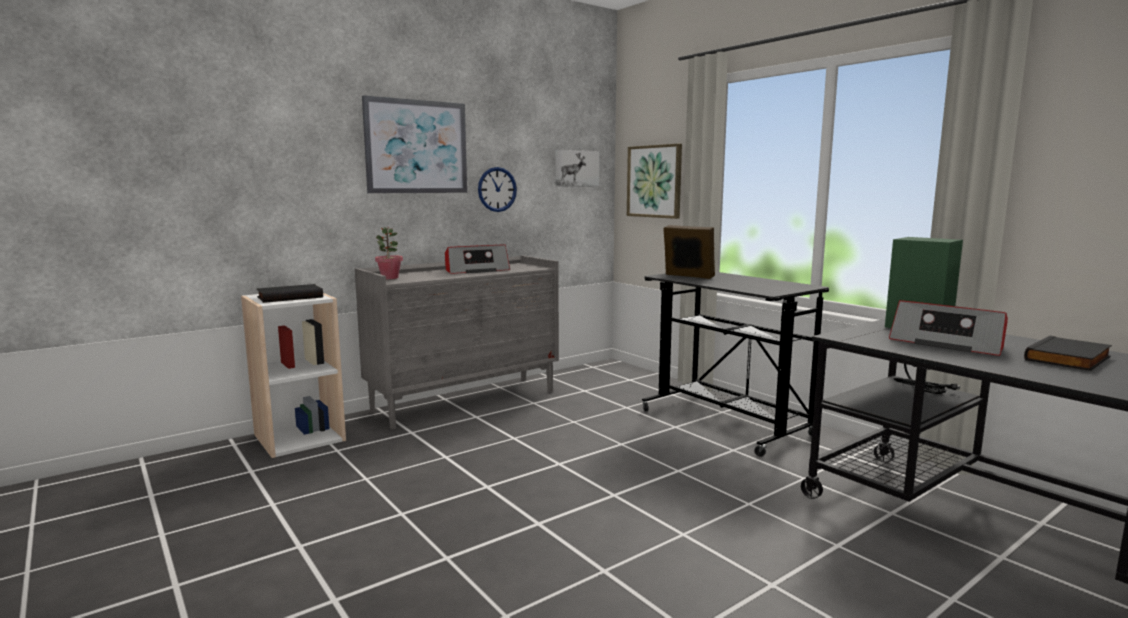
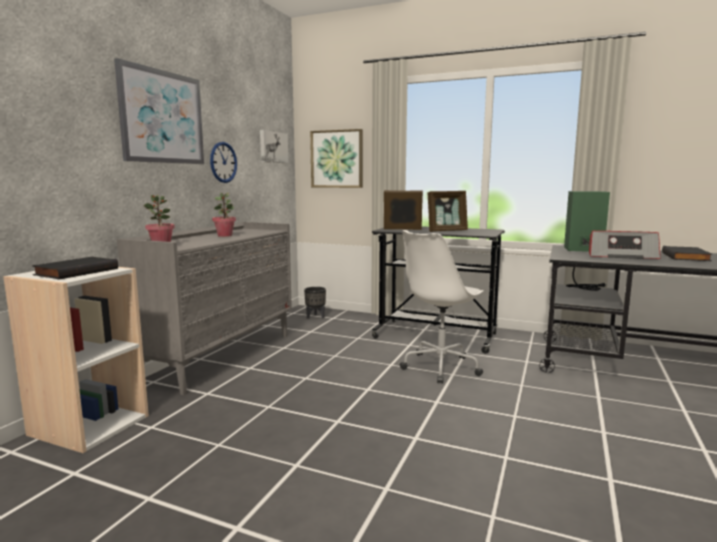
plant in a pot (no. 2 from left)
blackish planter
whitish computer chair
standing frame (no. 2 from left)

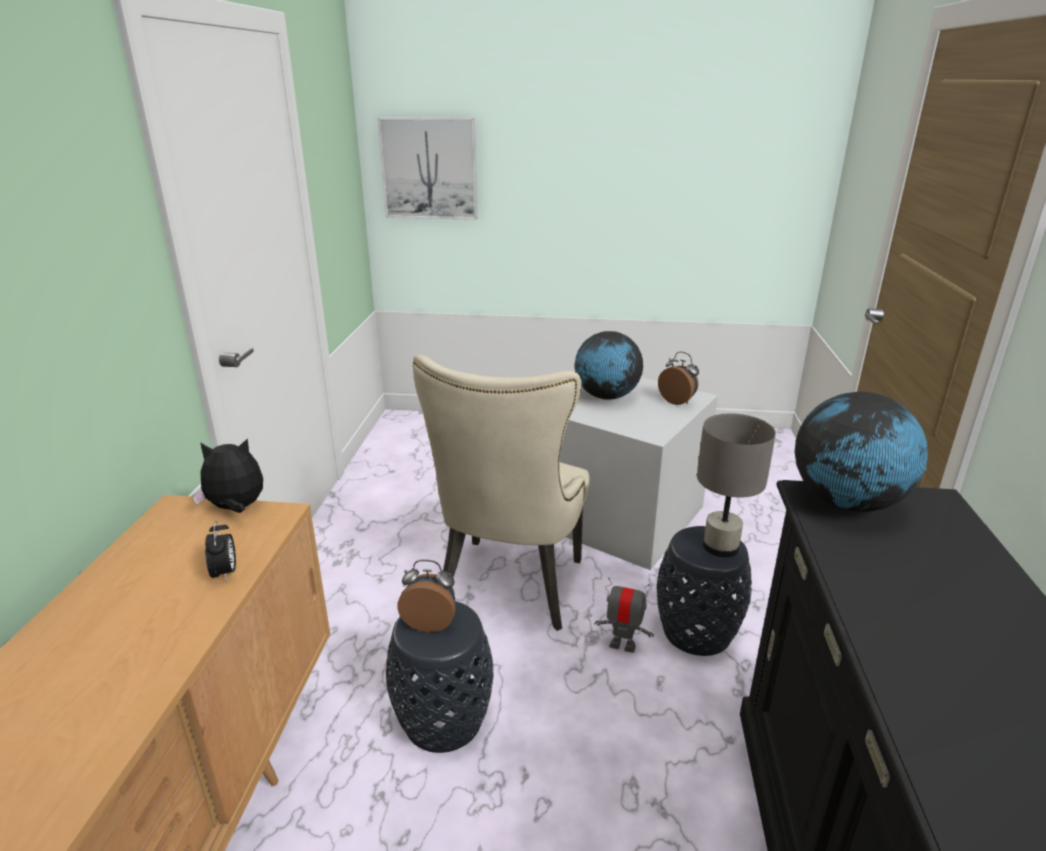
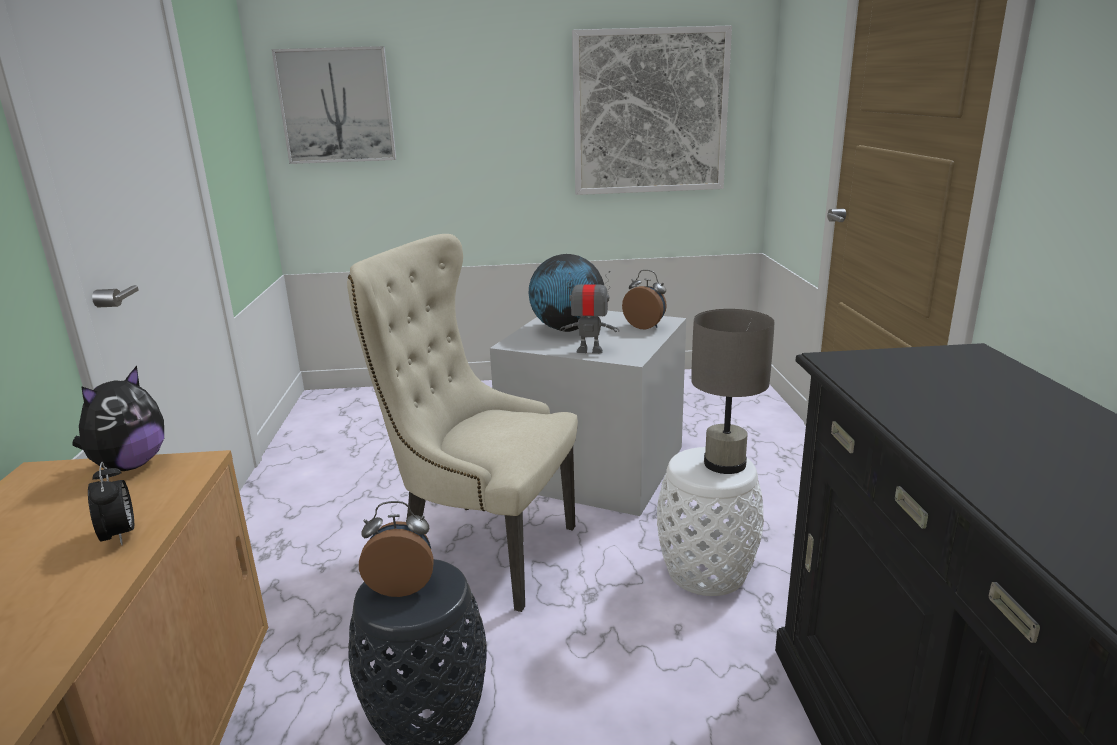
plush toy
beige chair
robot figure
wall picture (no. 2 from left)
whitish sitting stool
globe (no. 2 from left in the first image)

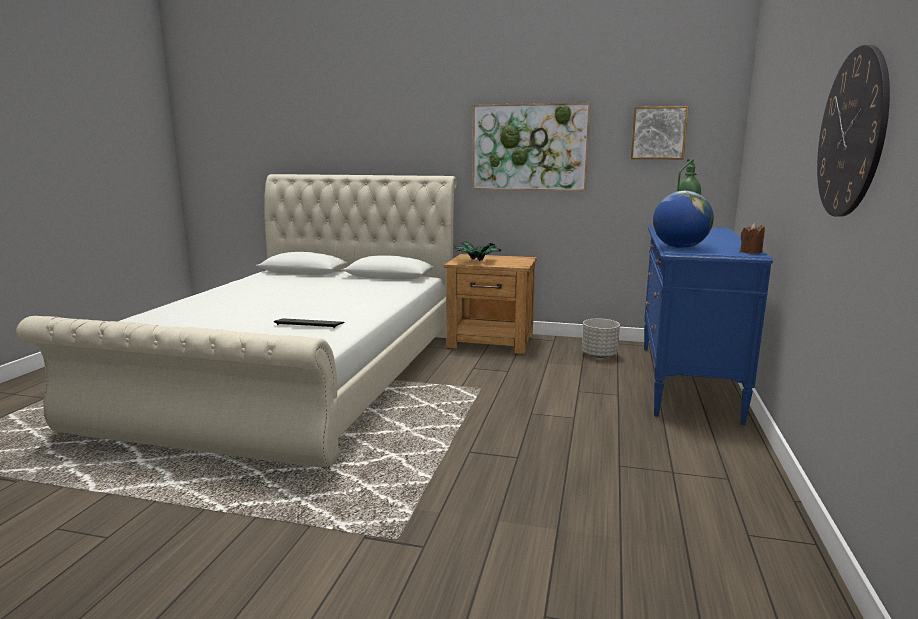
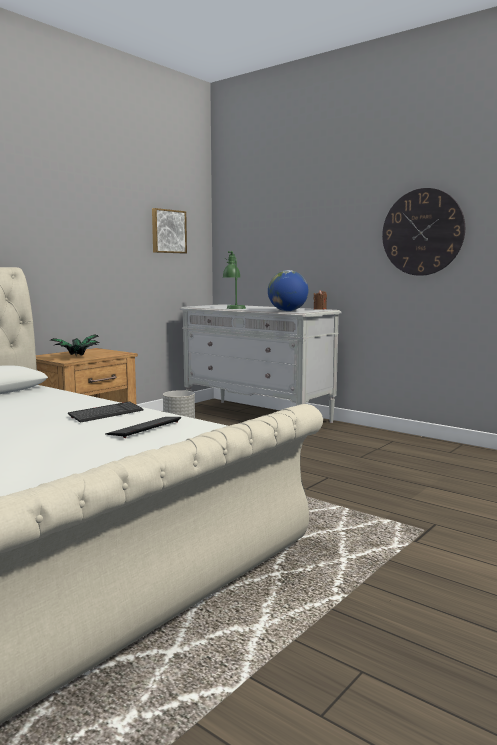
keyboard (no. 1 from left)
whitish chest of drawers
wall picture (no. 1 from left in the first image)

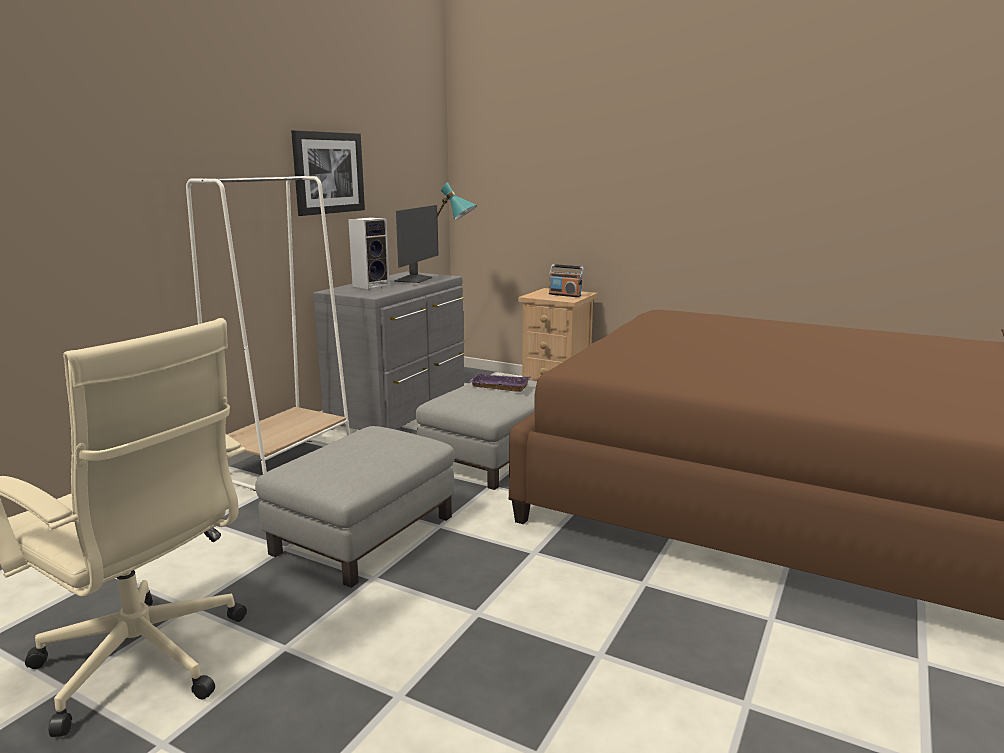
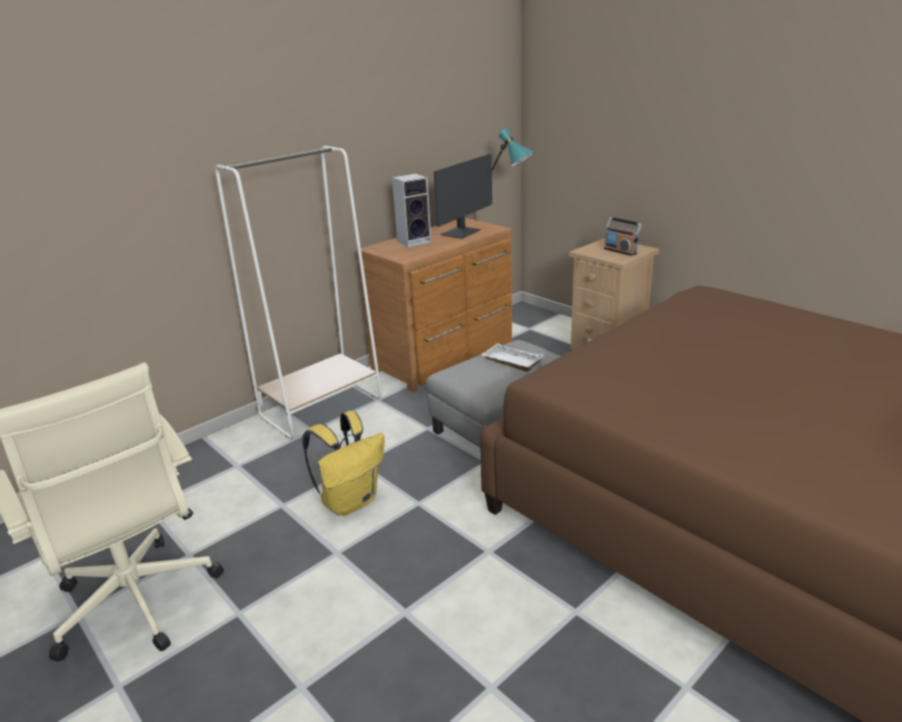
yellow-coloured rucksack
brown chest of drawers
whitish tray
wall picture

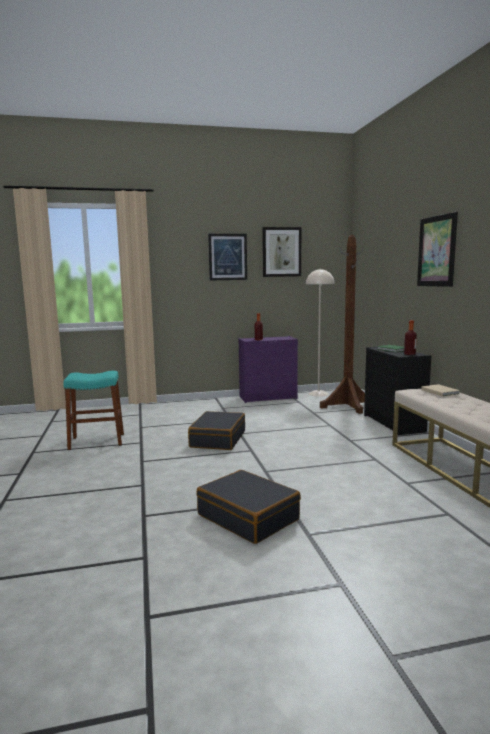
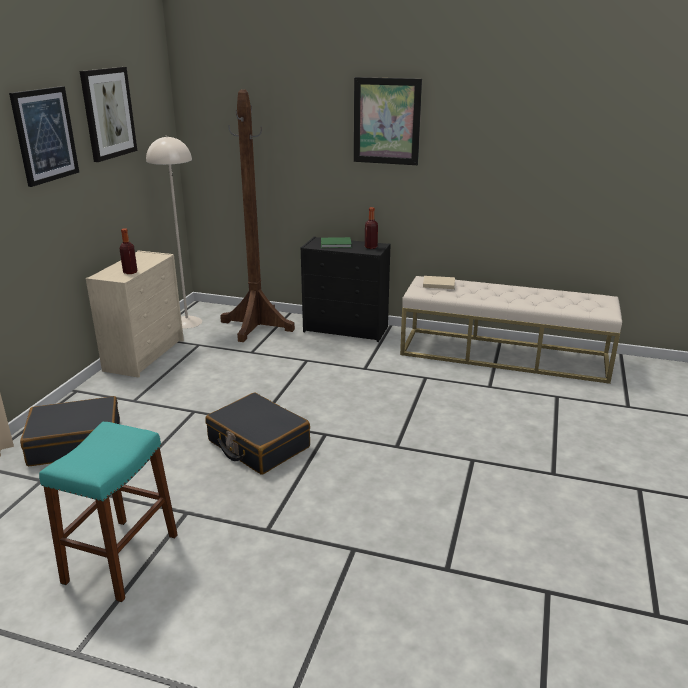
blackish travel case (no. 1 from left)
beige chest of drawers

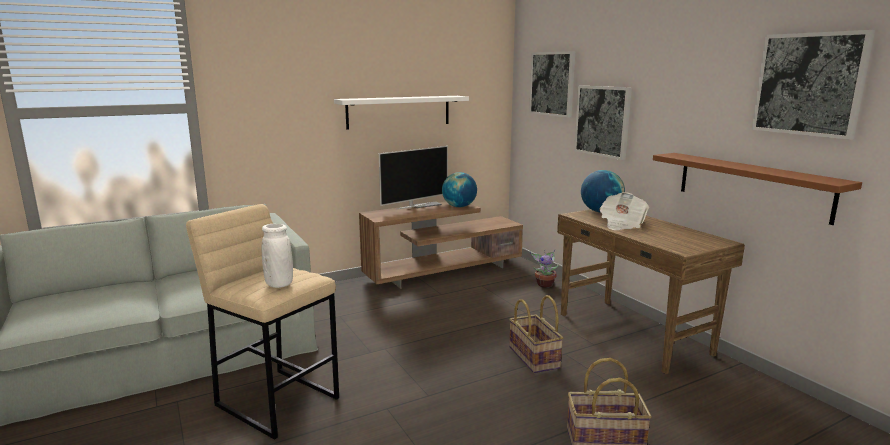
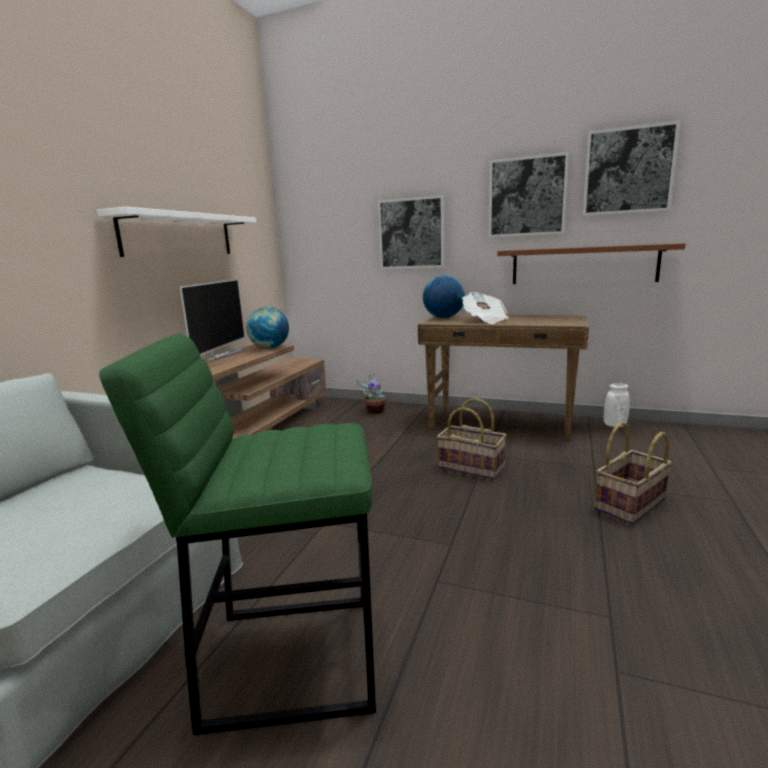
green-coloured sitting stool
wall picture (no. 2 from left)
whitish flower vase

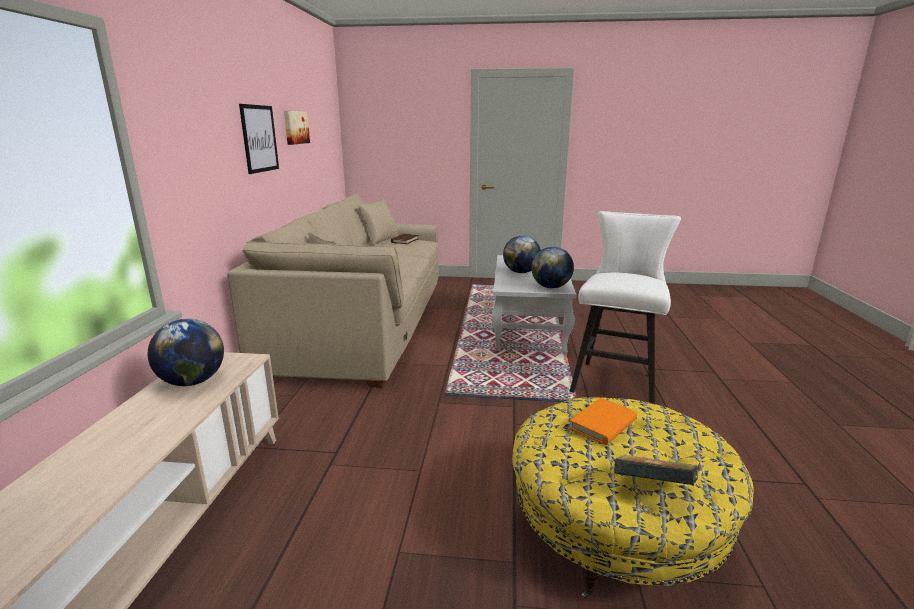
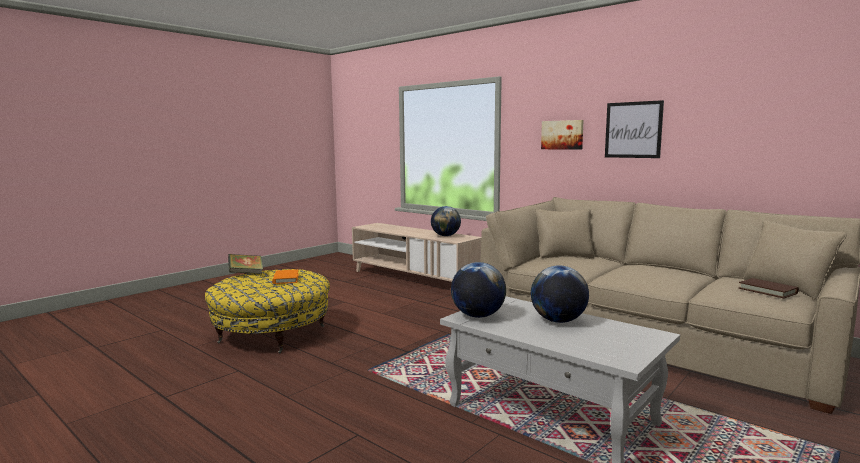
wall picture (no. 1 from left)
whitish sitting stool

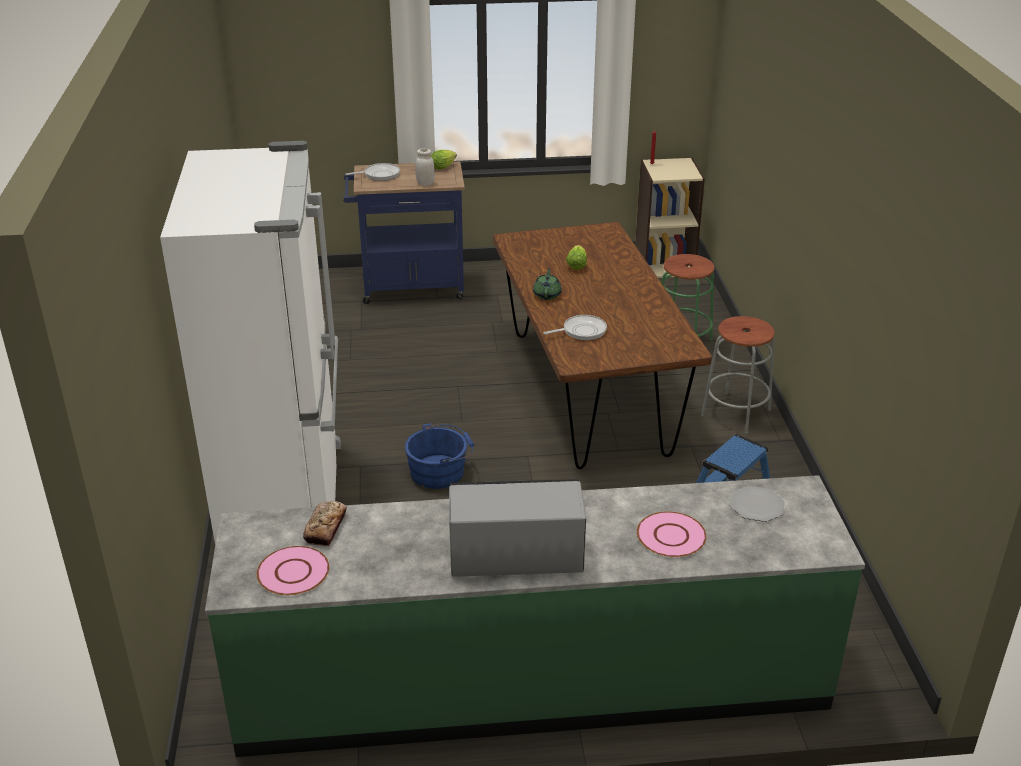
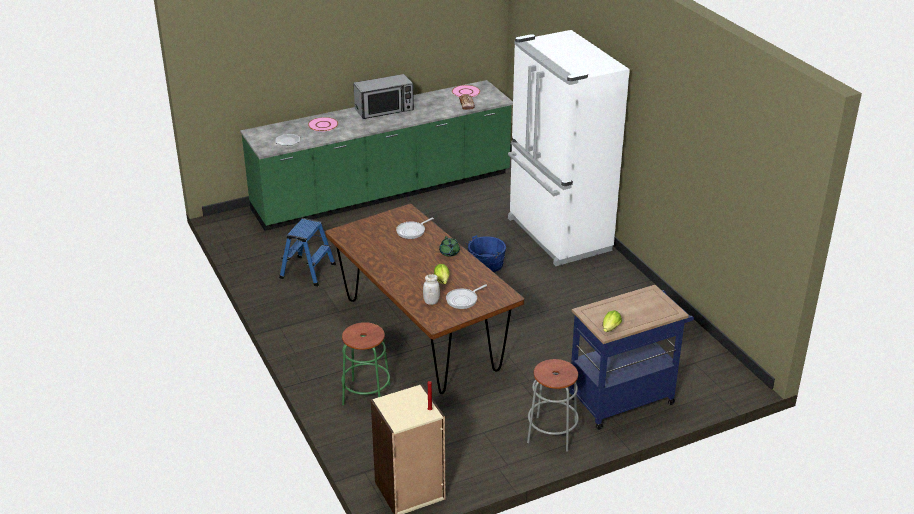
whitish preserve jar
skillet (no. 2 from left)
greyish sitting stool

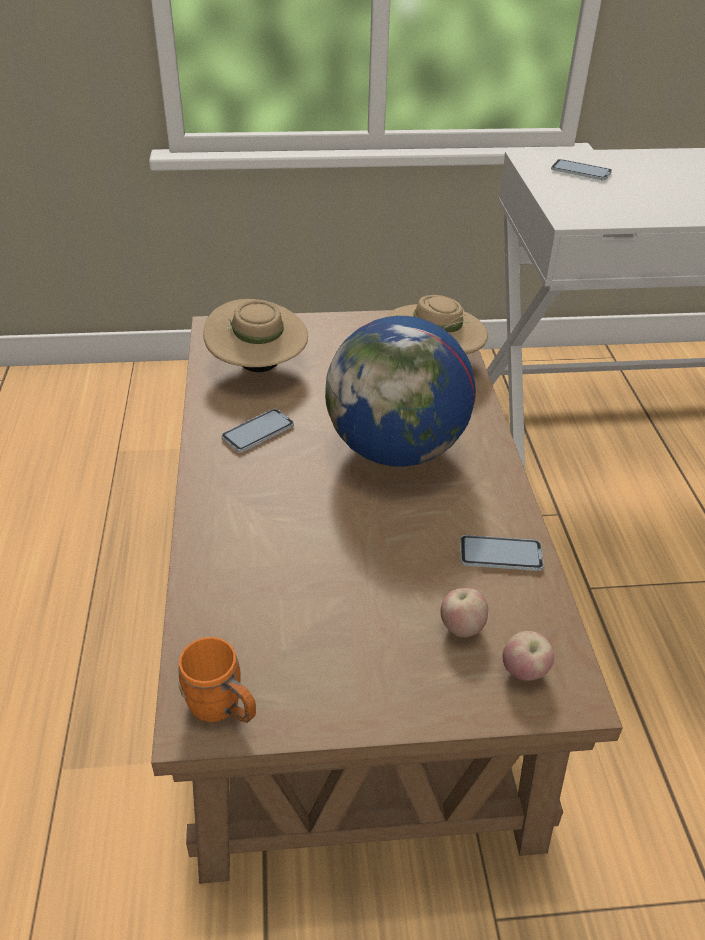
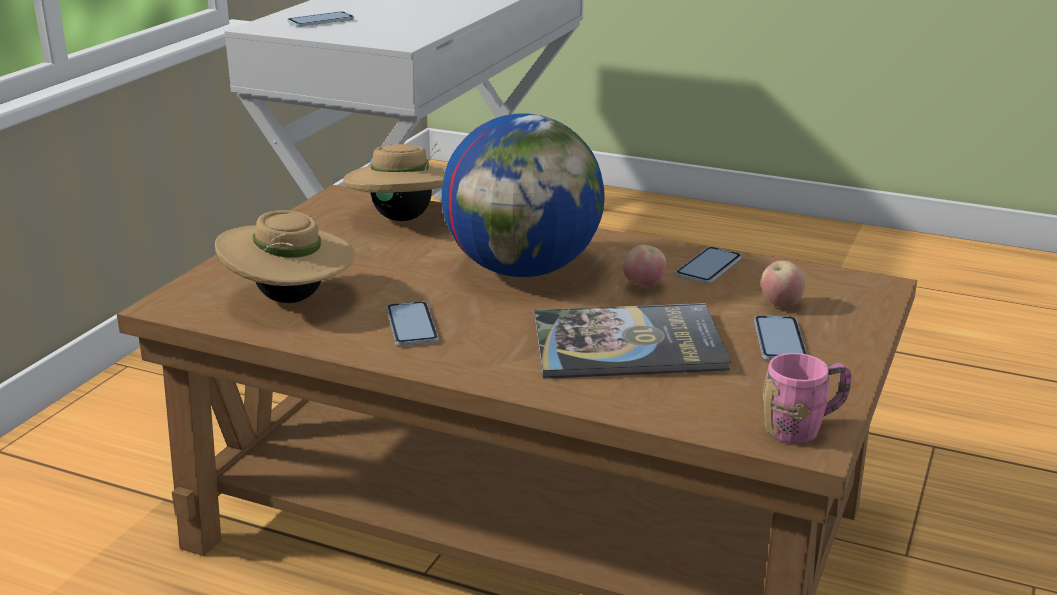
volume
apple fruit (no. 1 from left)
telephone (no. 4 from left)
pinkish tea mug

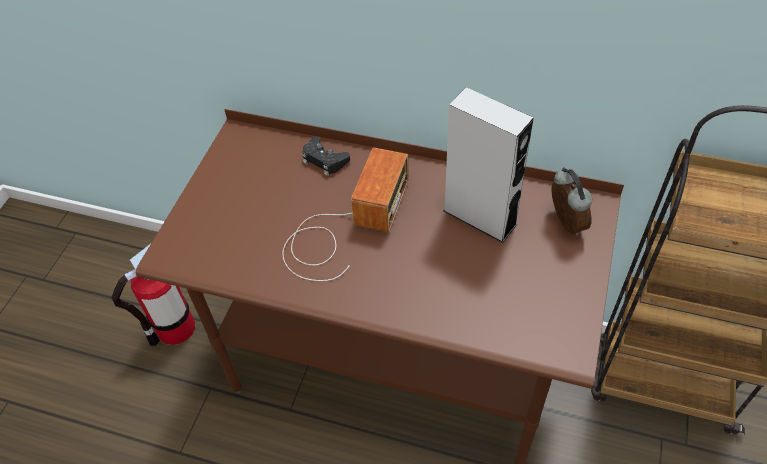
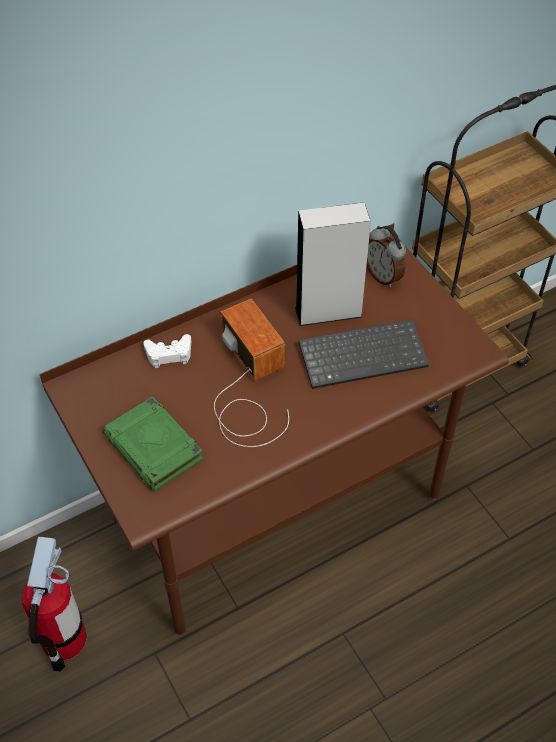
green-coloured volume
whitish joypad
keyboard
table clock

